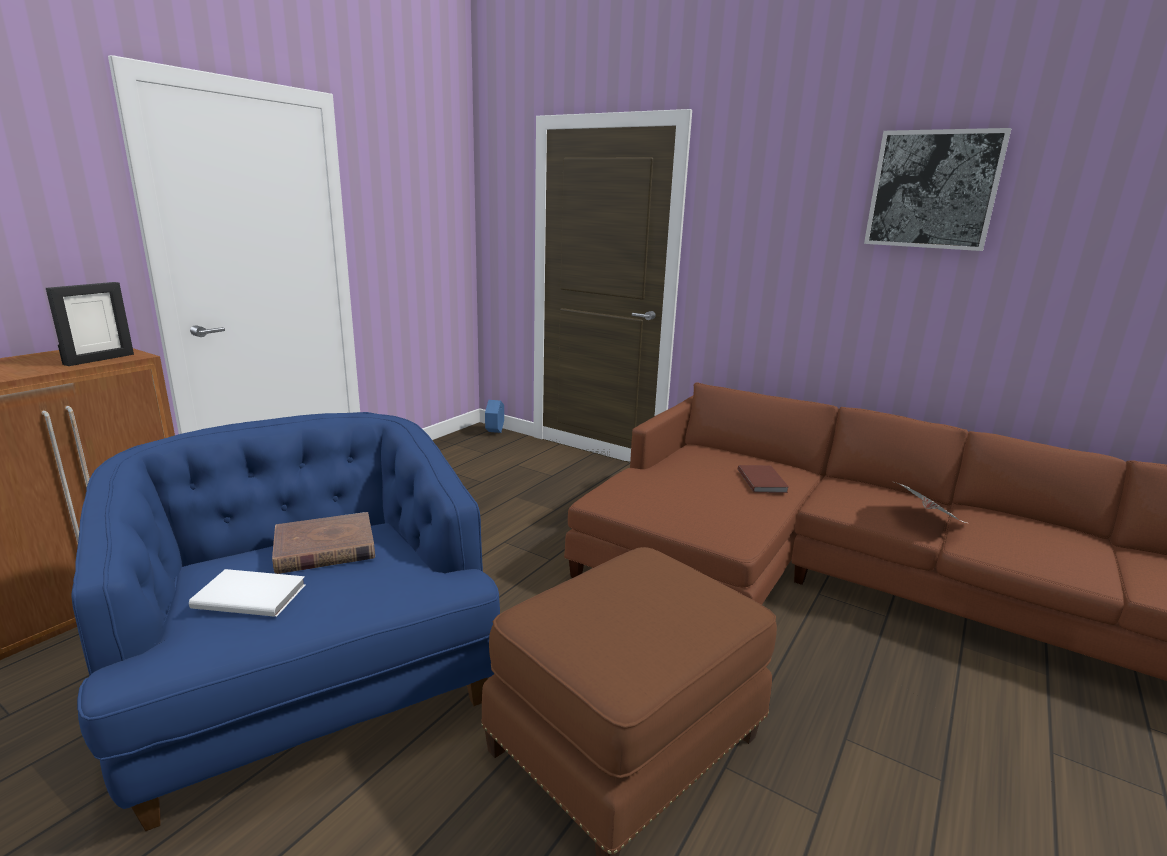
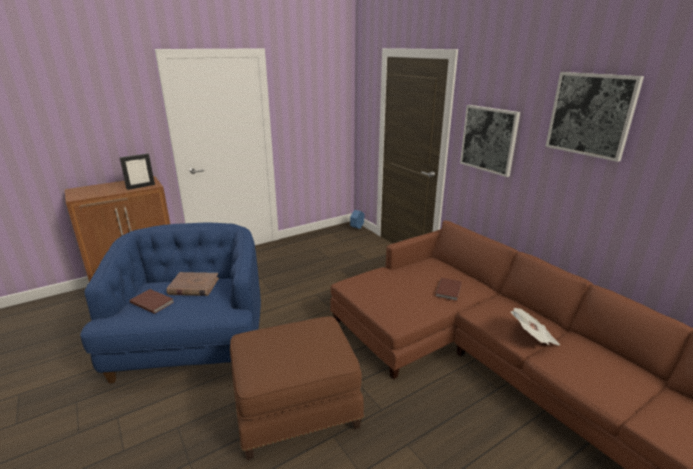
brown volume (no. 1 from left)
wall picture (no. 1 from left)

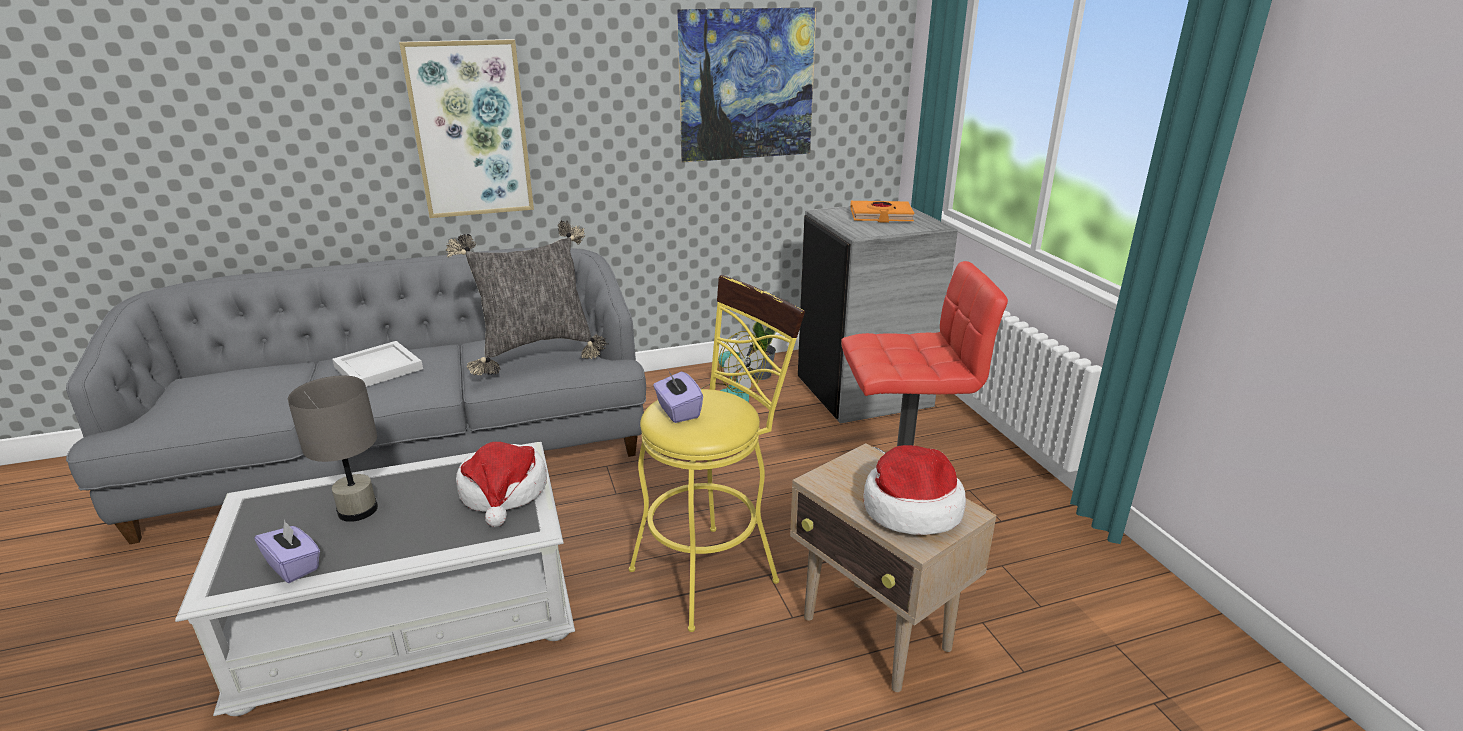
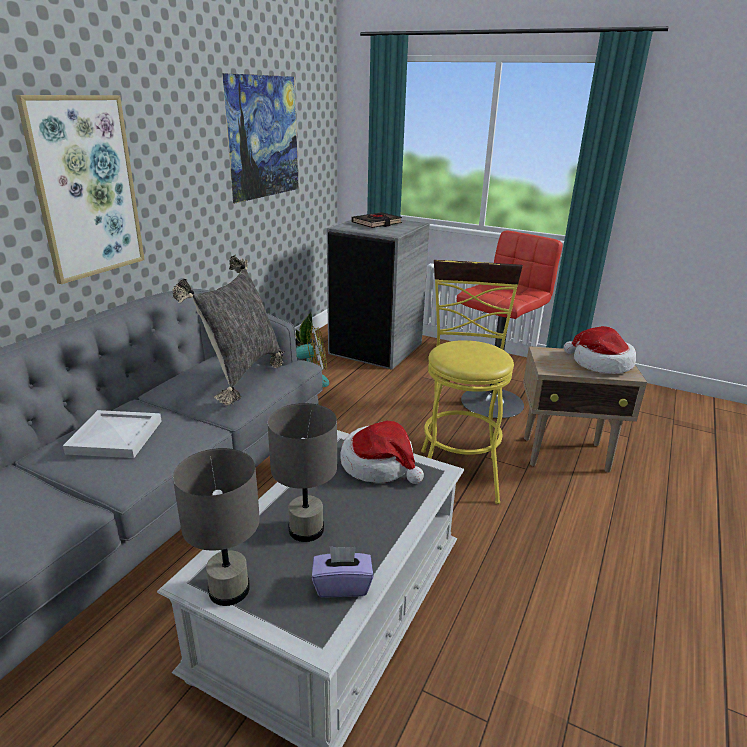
greyish table lamp (no. 1 from left)
blackish volume
purplish tissue holder (no. 2 from left in the first image)

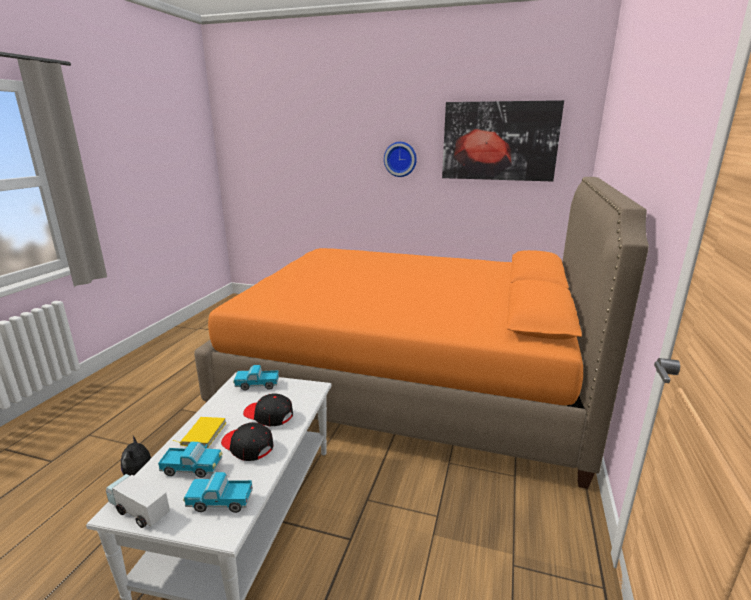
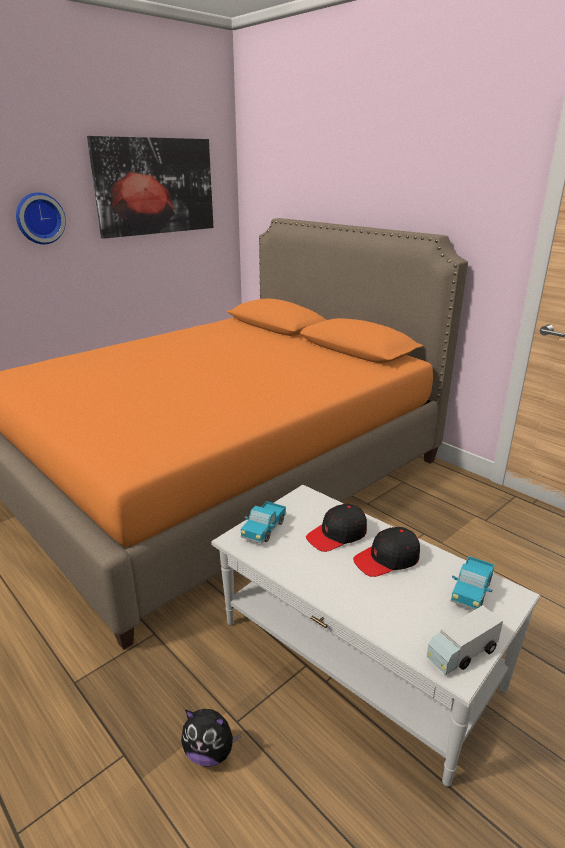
model truck (no. 2 from left in the first image)
yellow-coloured volume

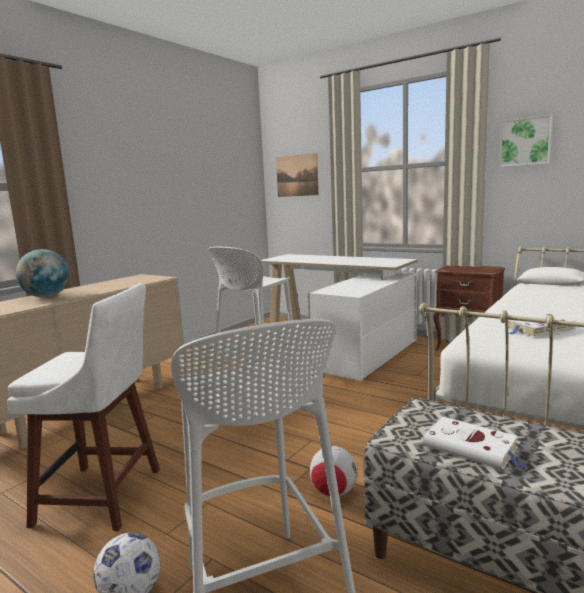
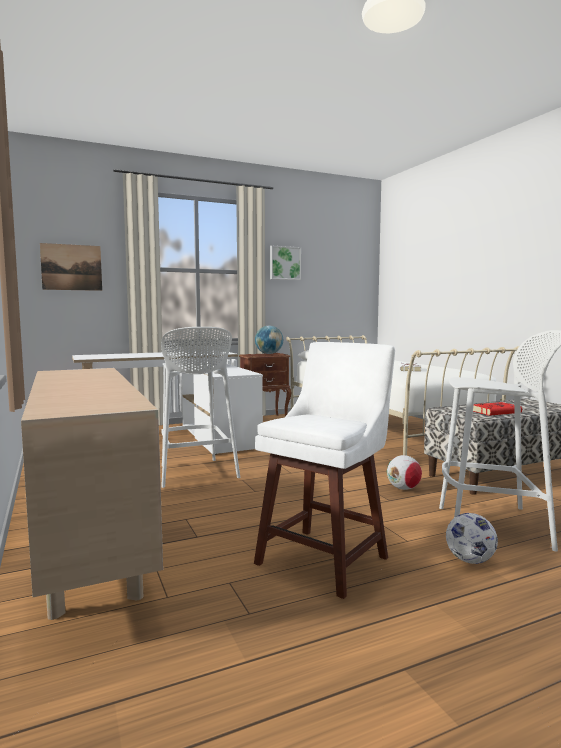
globe
reddish volume

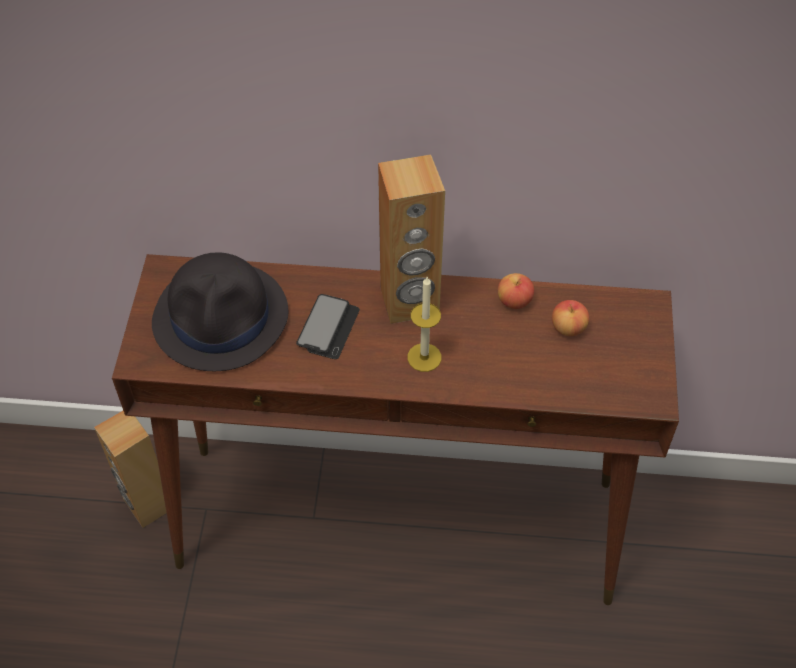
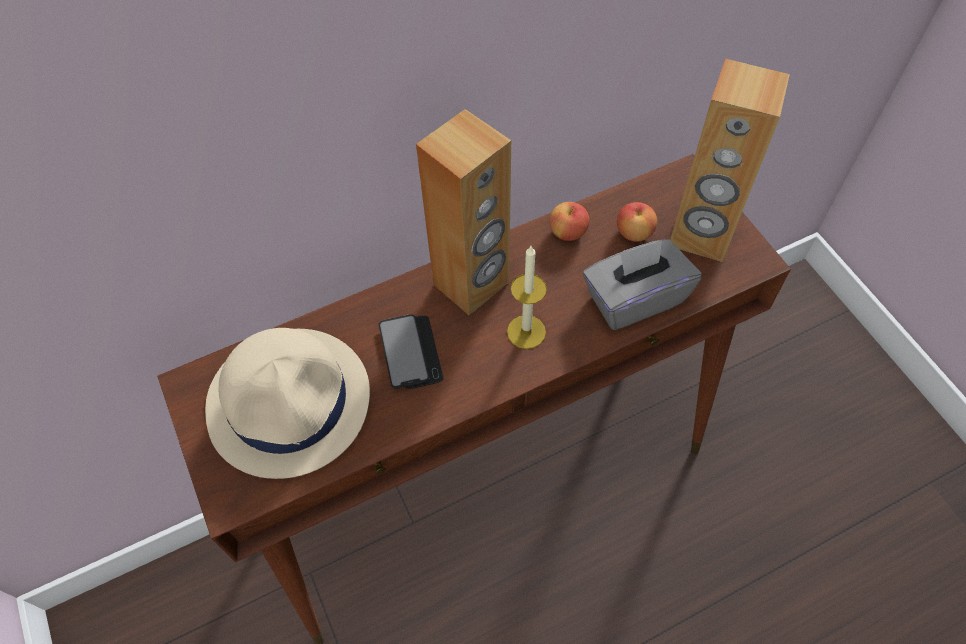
beige wearable hat
greyish tissue holder
brown speaker (no. 2 from left)

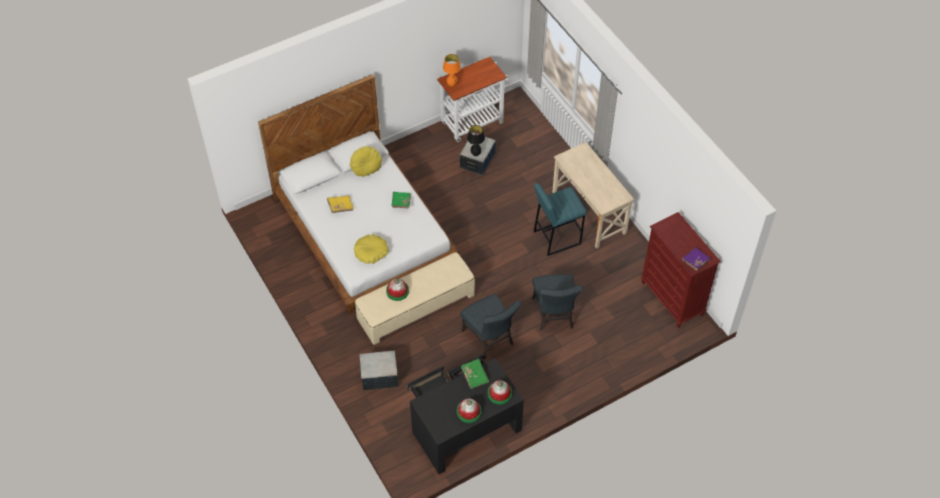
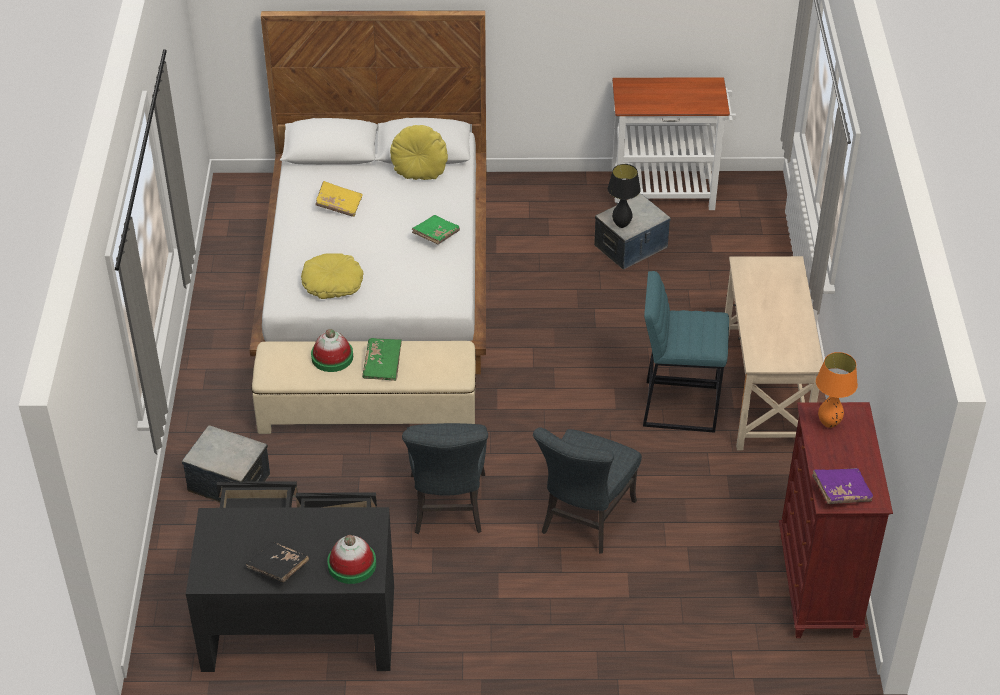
blackish volume
green-coloured volume (no. 1 from left)
orange table lamp

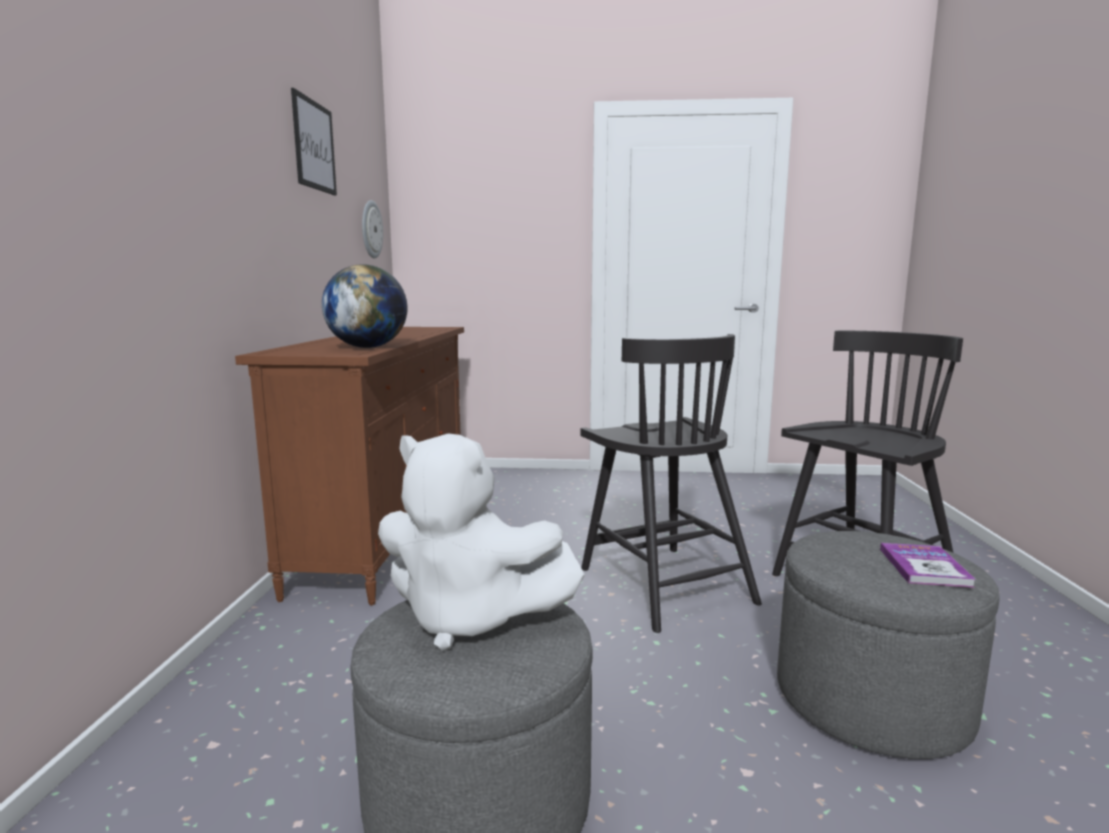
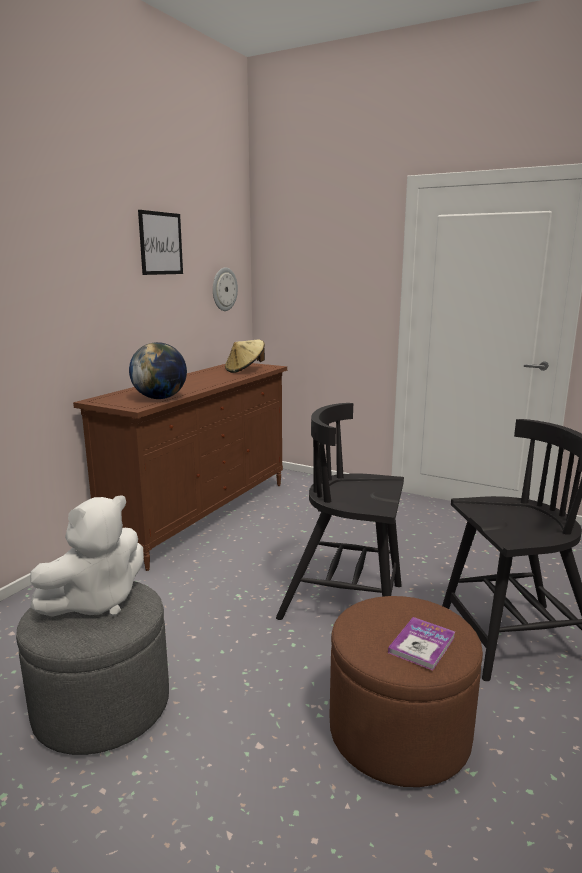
whitish plush toy
beige wearable hat
blackish chair (no. 1 from left)
brown pouffe

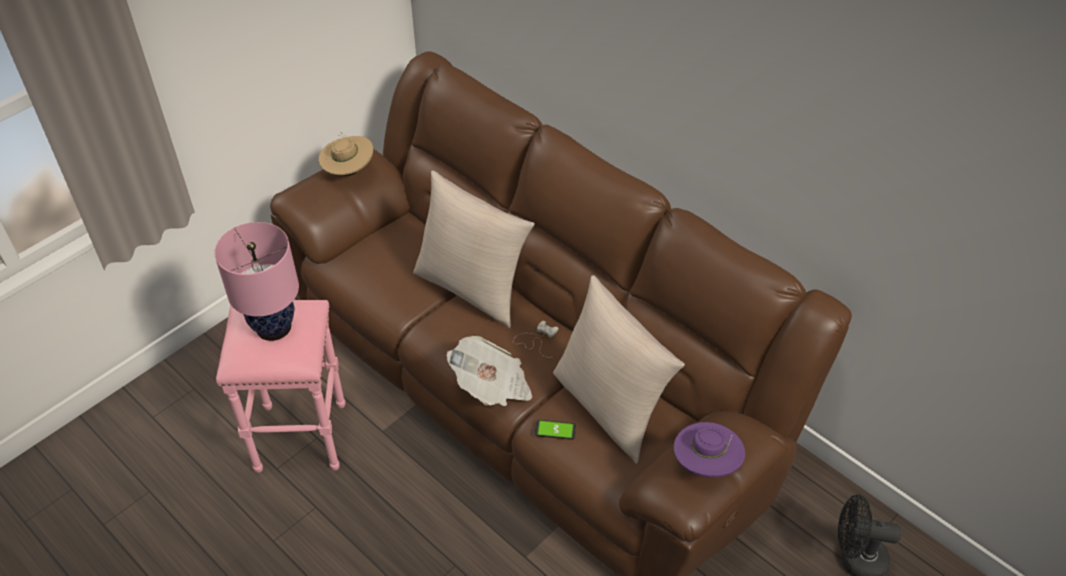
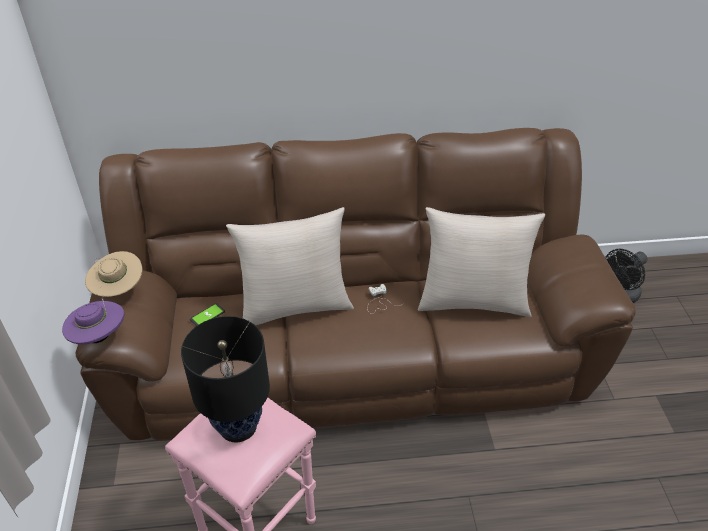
purplish wearable hat
blackish table lamp
telephone
printed paper

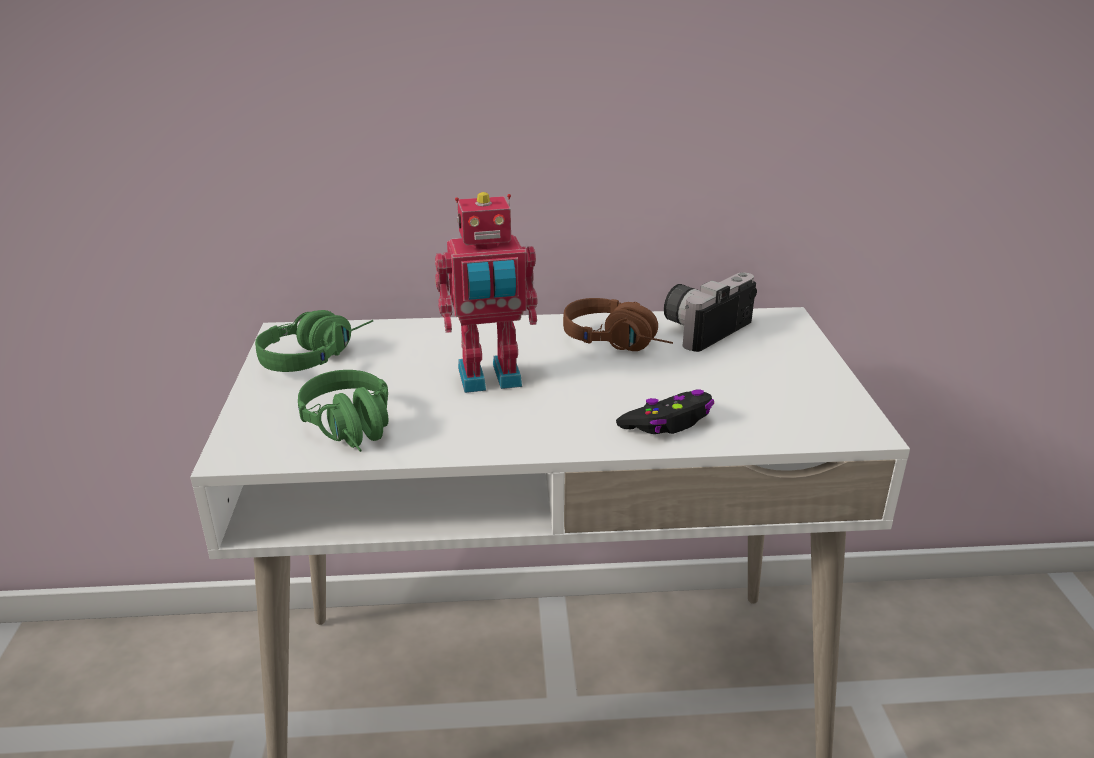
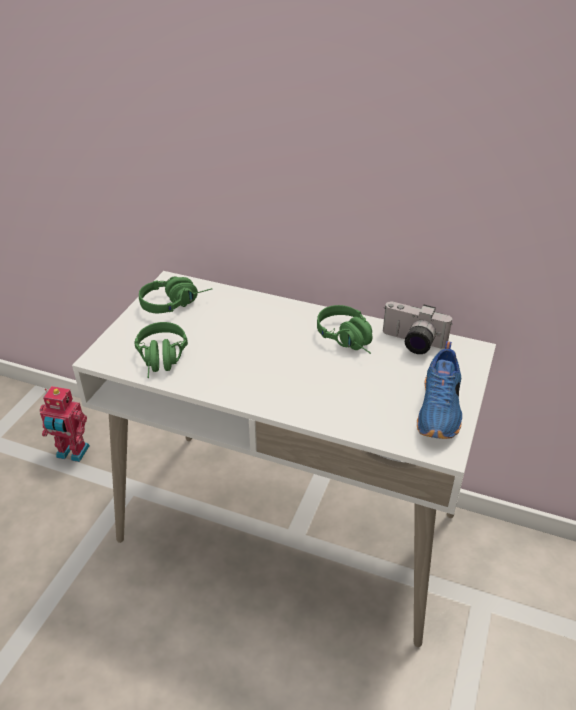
robot figure
green-coloured headset (no. 3 from left)
photo camera
bluish low shoe
blackish joypad

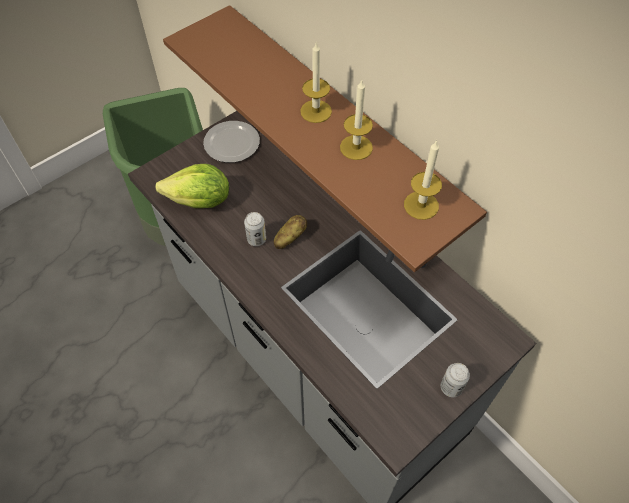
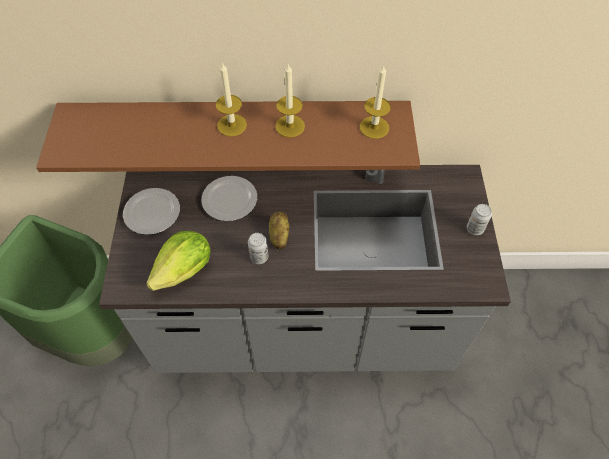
flat dish (no. 2 from left)

